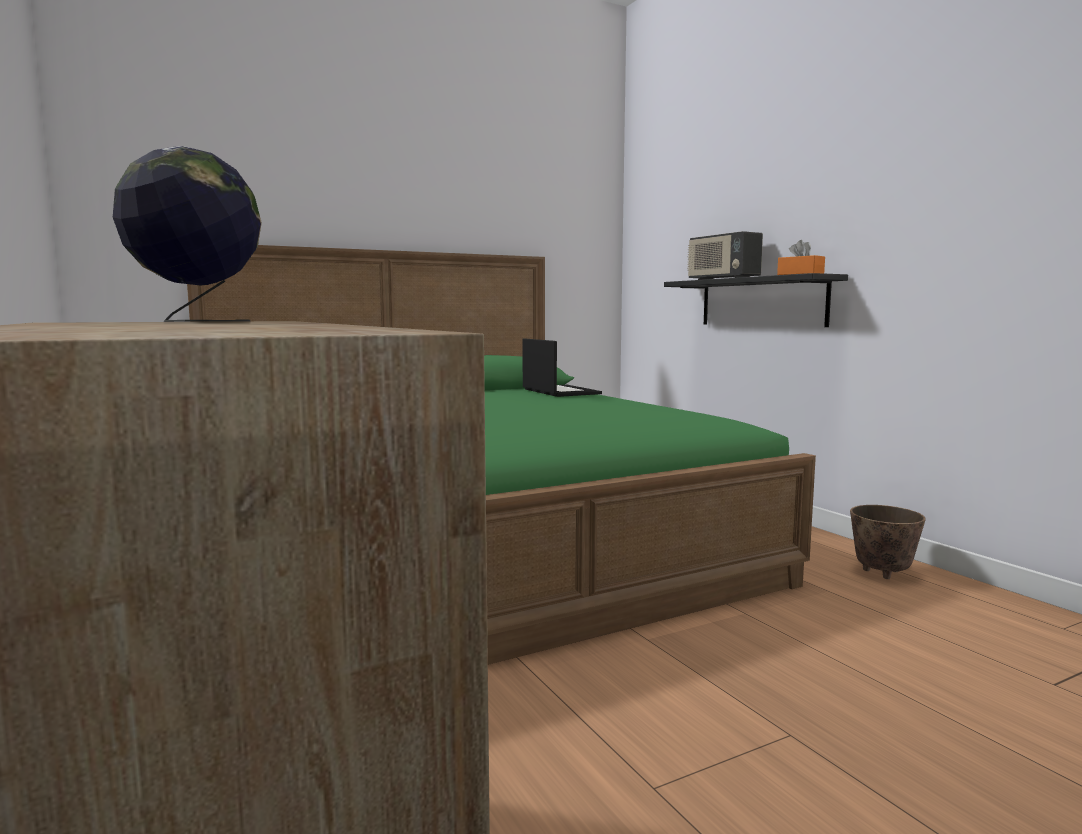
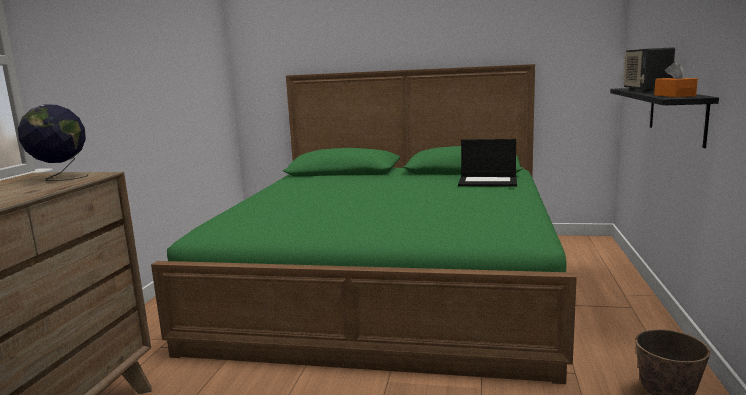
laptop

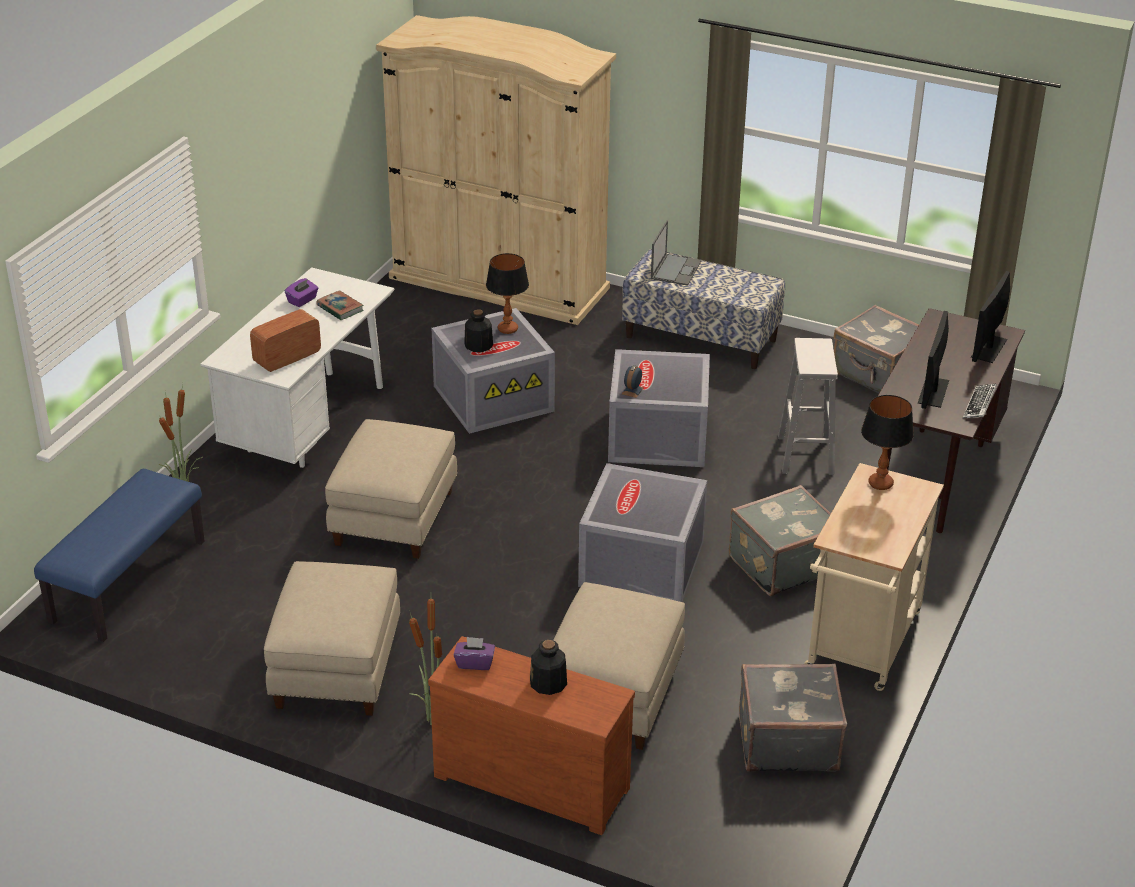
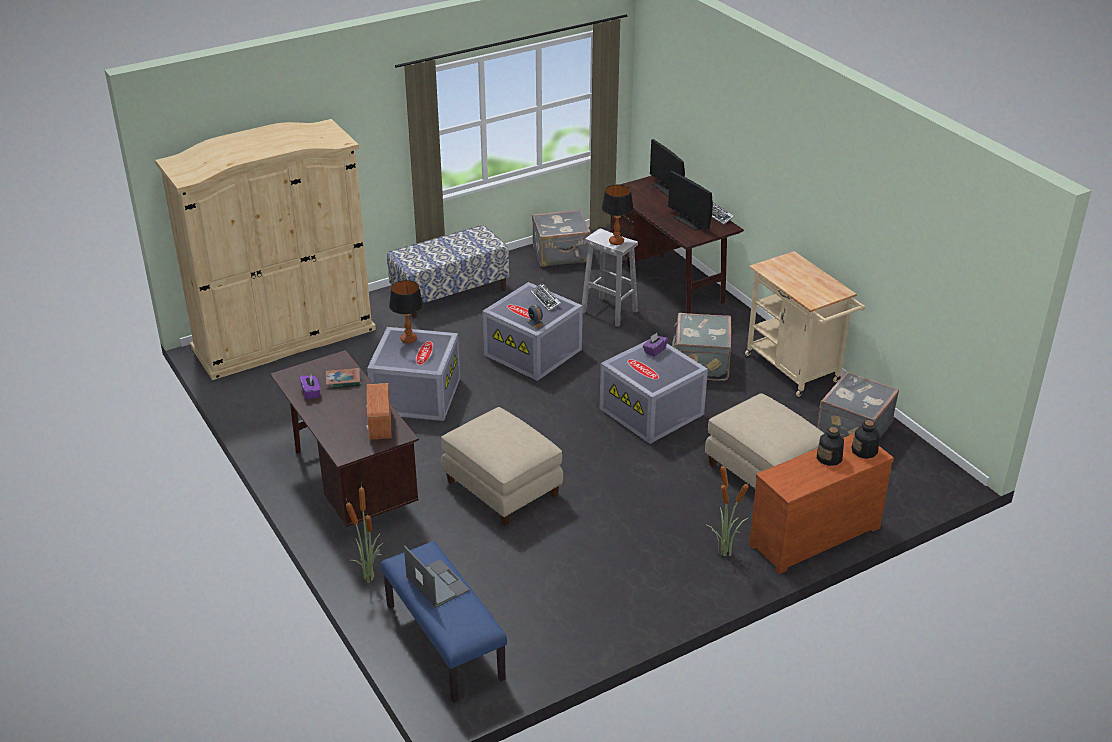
brown desk (no. 1 from left)
beige ottoman (no. 1 from left in the first image)
purple tissue box (no. 2 from left)
bottle (no. 2 from left)
laptop
table lamp (no. 2 from left)
keyboard (no. 1 from left)

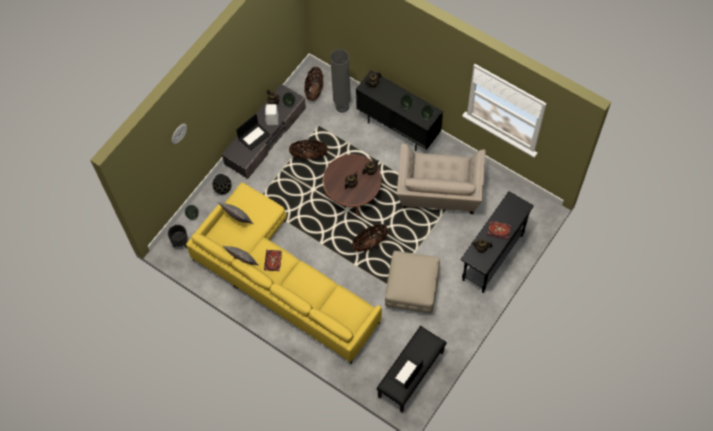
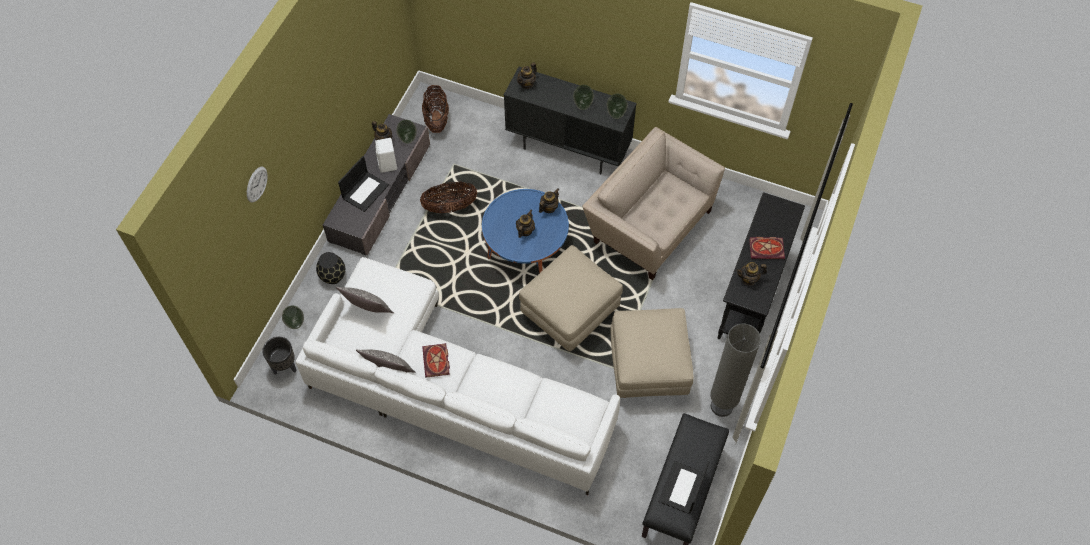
white sofa
blue coffee table
grey floor lamp
beige ottoman (no. 1 from left)
beige armchair

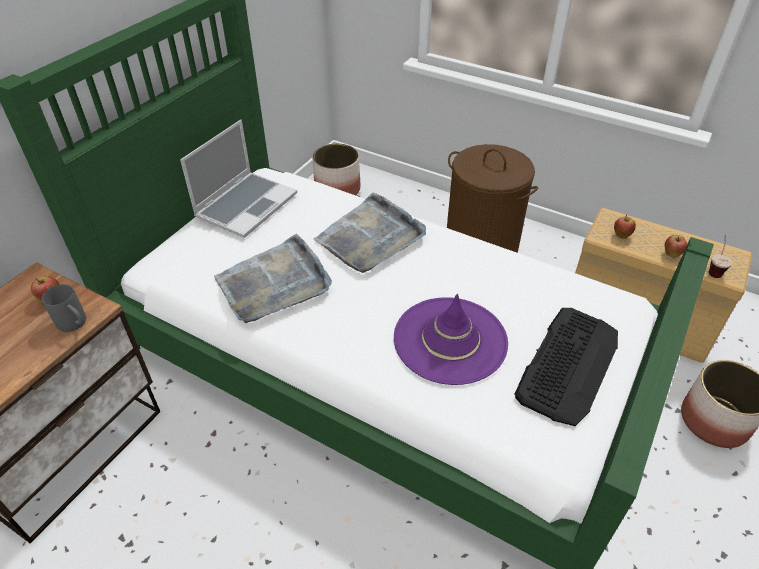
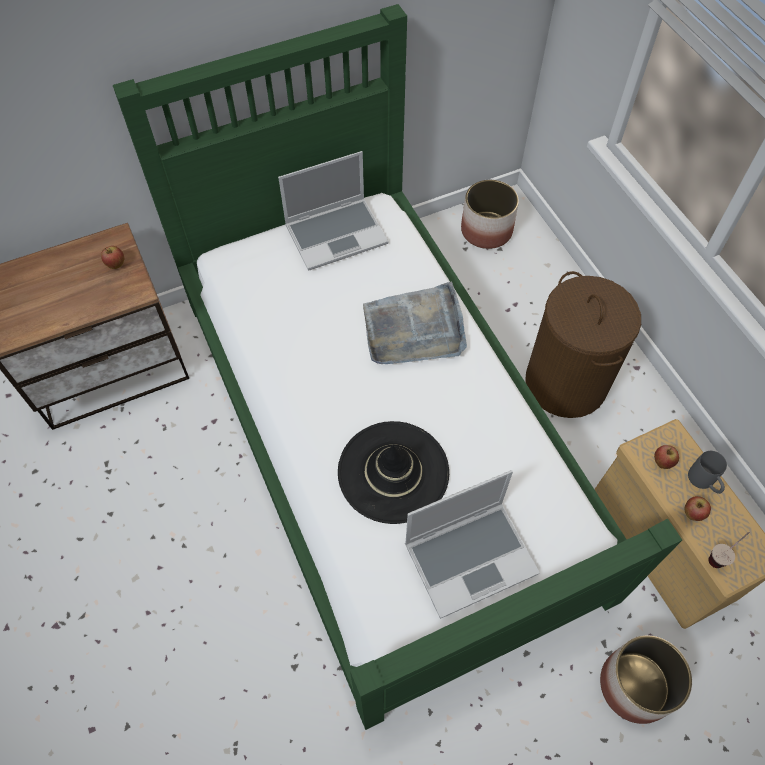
grey mug
grey tray (no. 1 from left in the first image)
black hat
laptop (no. 2 from left)

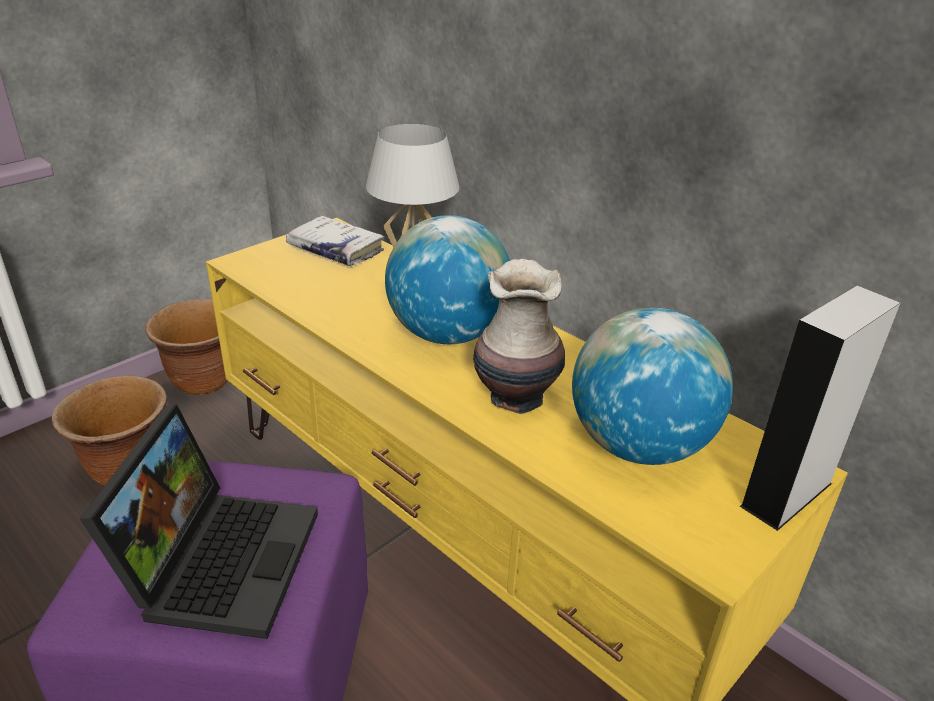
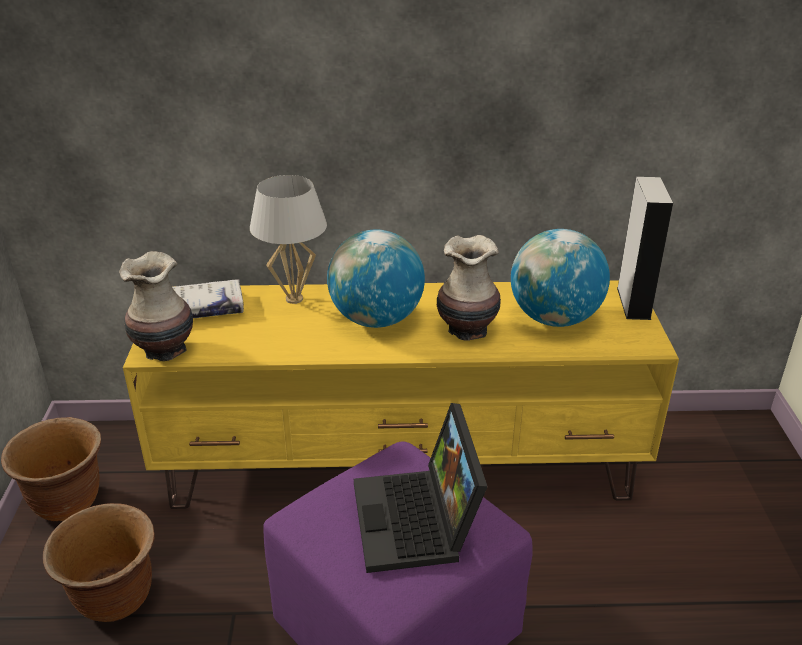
laptop
vase (no. 1 from left)

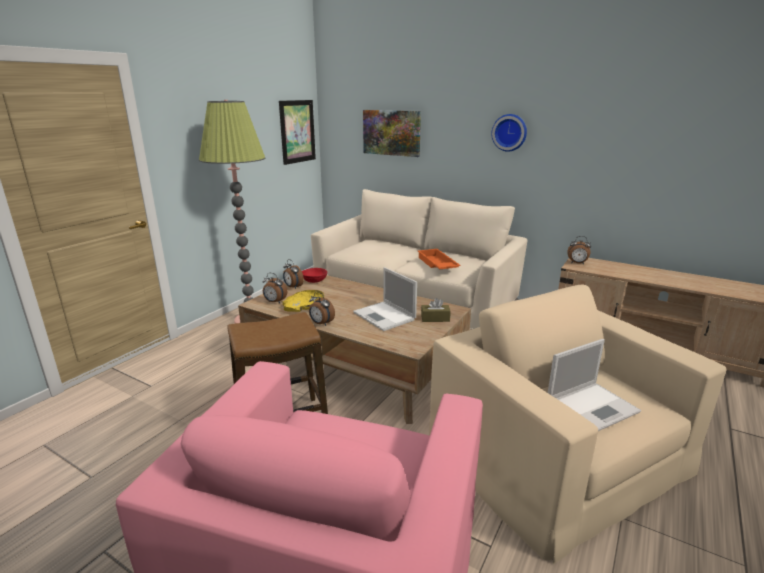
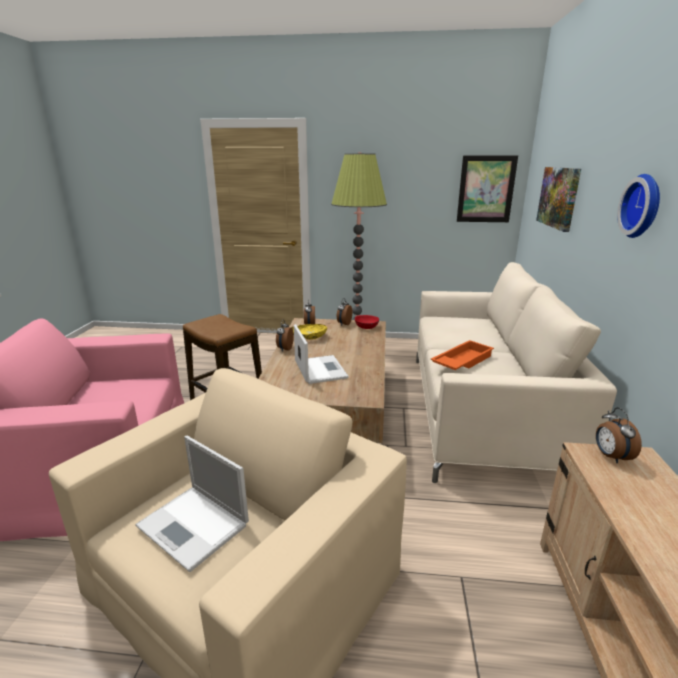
laptop (no. 2 from left)
brown tissue box

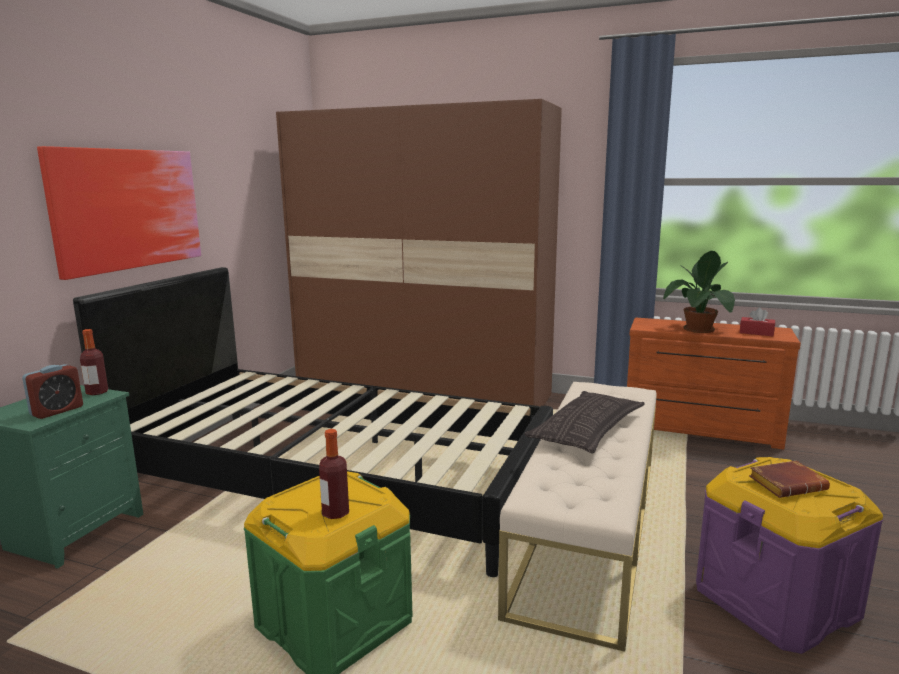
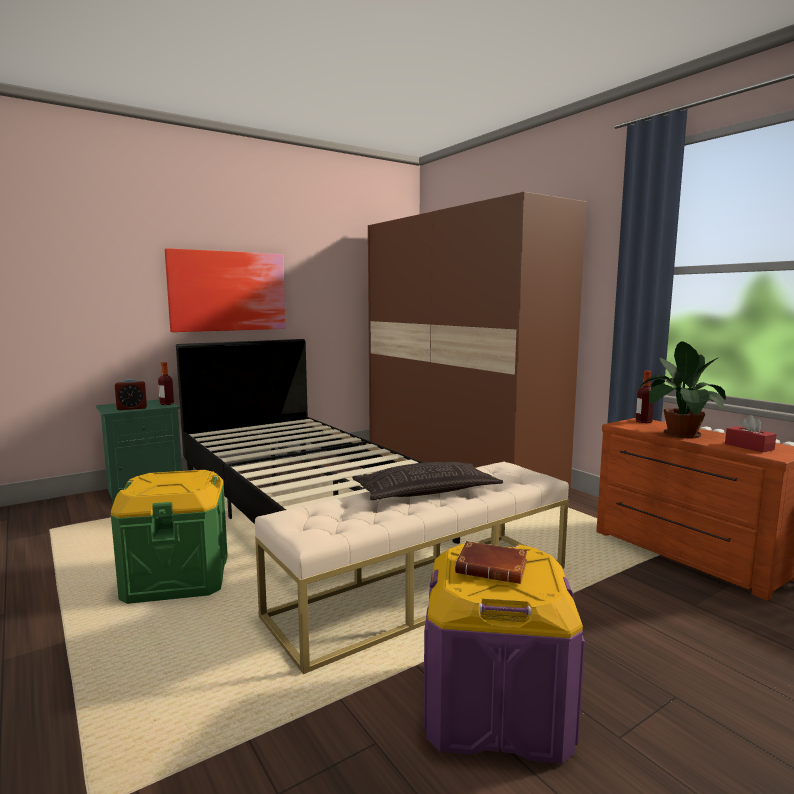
bottle (no. 2 from left)

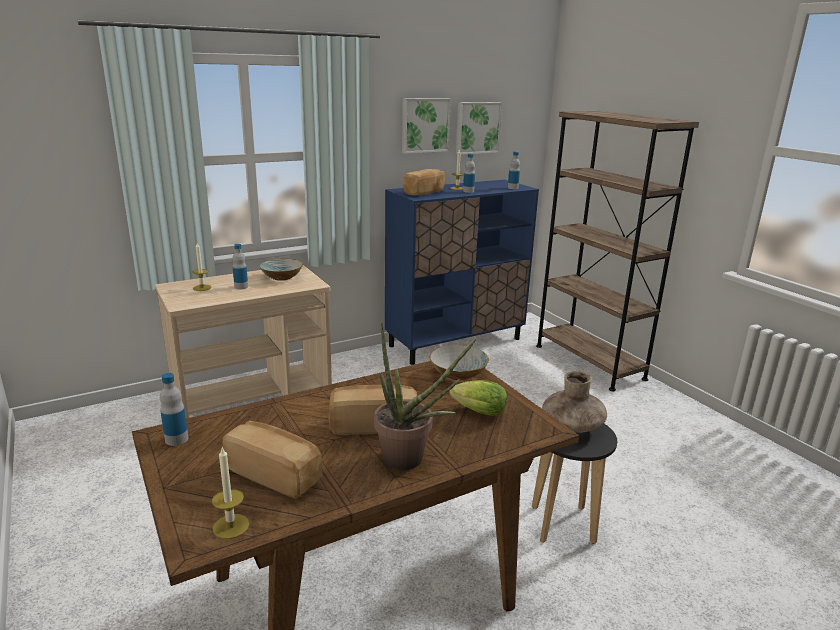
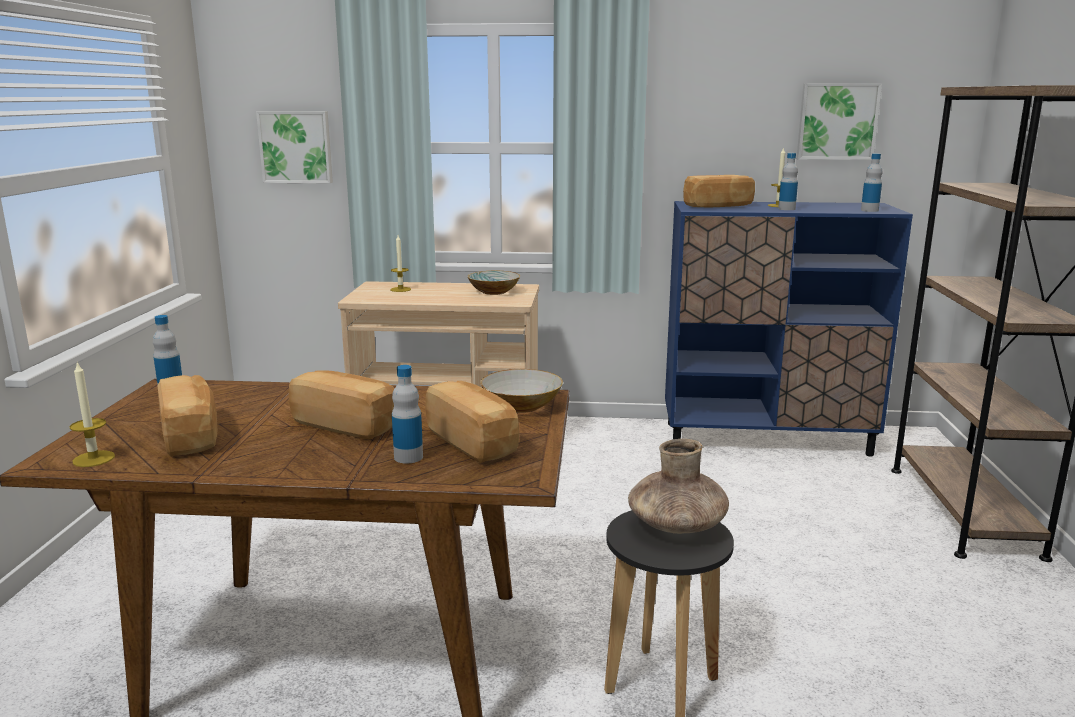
bottle (no. 2 from left)
potted plant
picture (no. 1 from left)
bread (no. 3 from left)

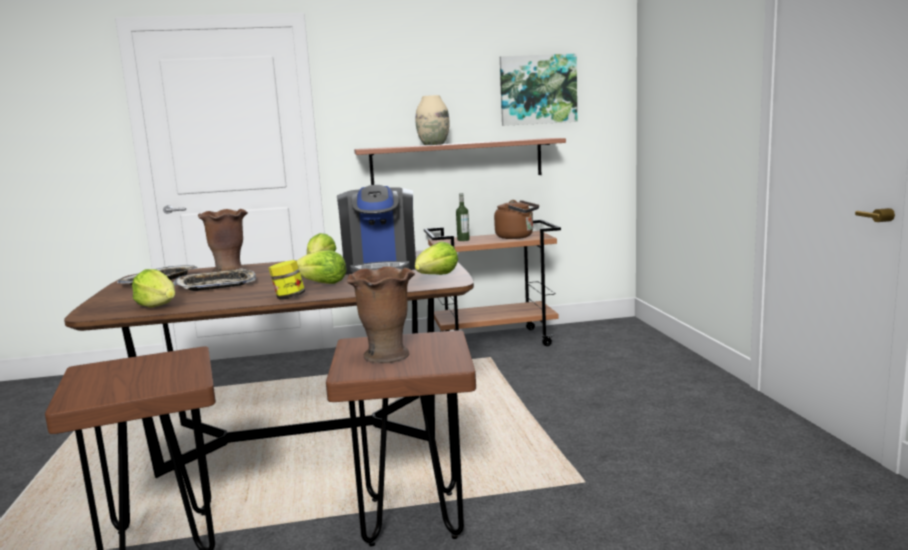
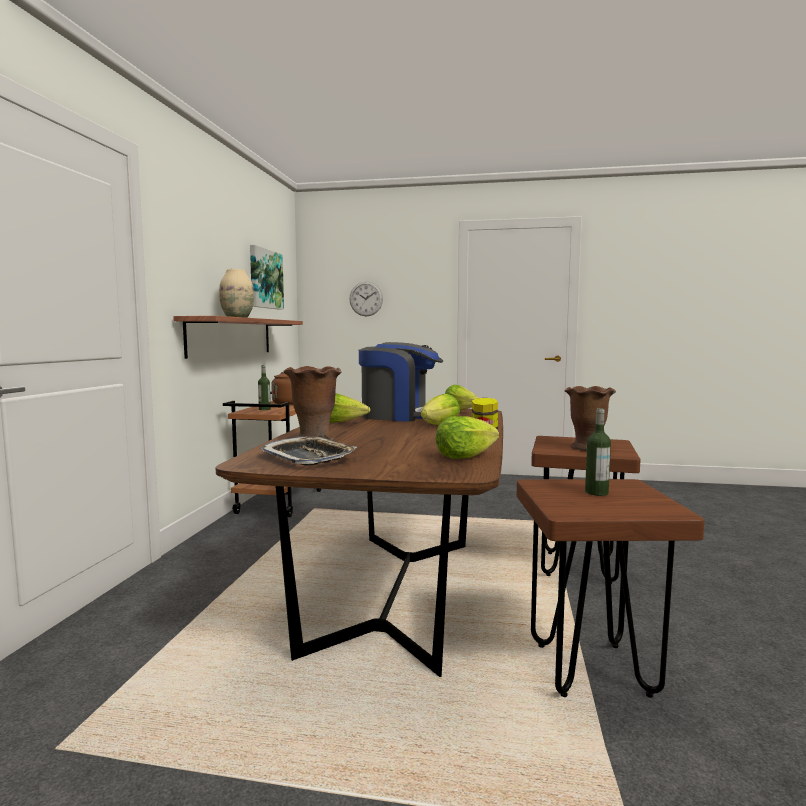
tray (no. 2 from left in the first image)
wall clock
bottle (no. 2 from left)

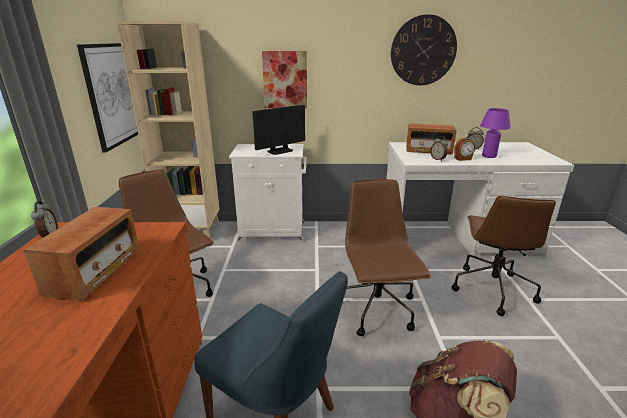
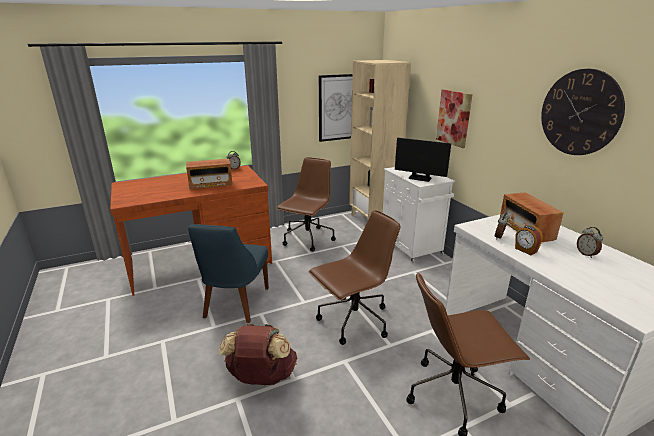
purple table lamp

